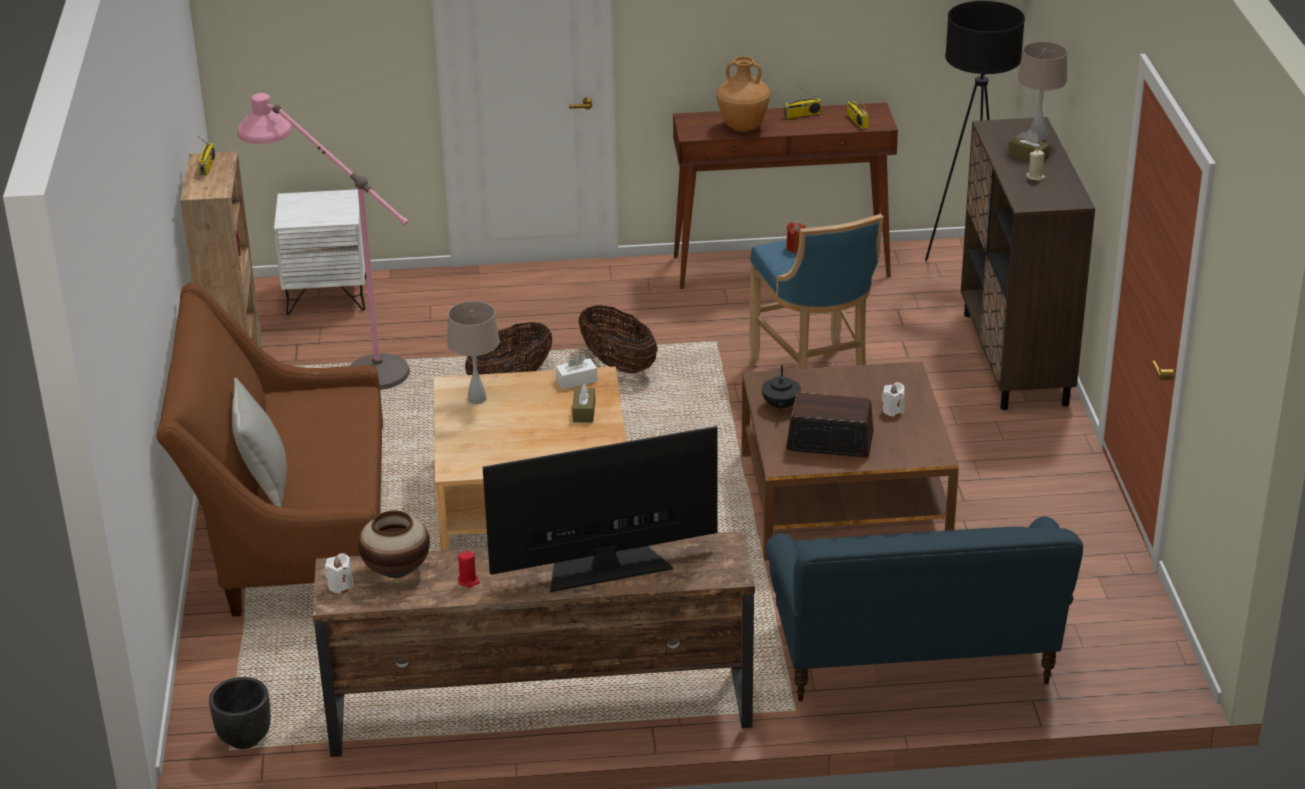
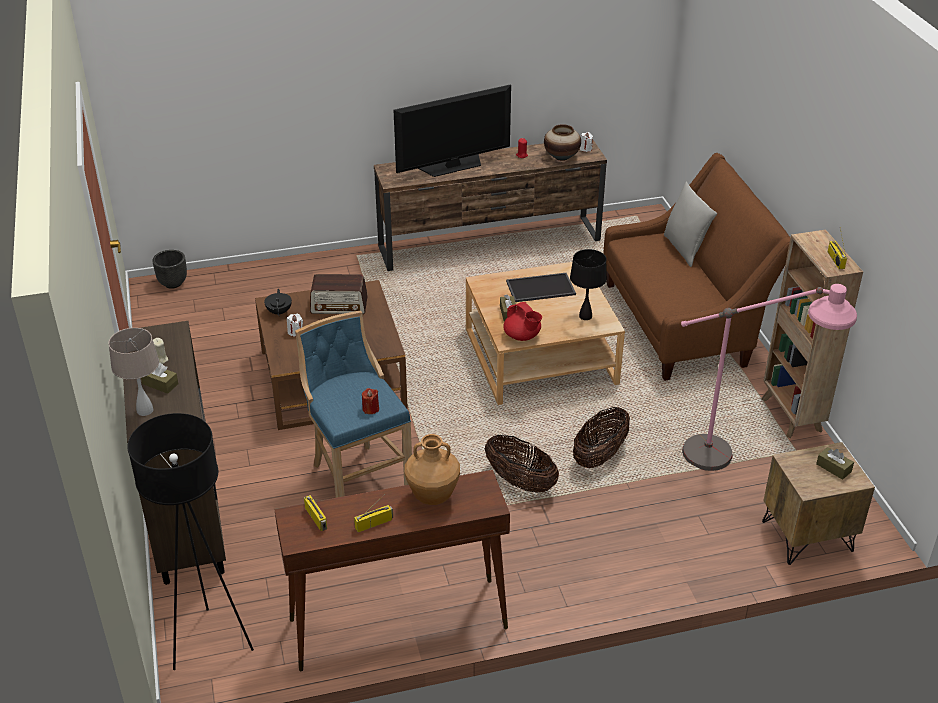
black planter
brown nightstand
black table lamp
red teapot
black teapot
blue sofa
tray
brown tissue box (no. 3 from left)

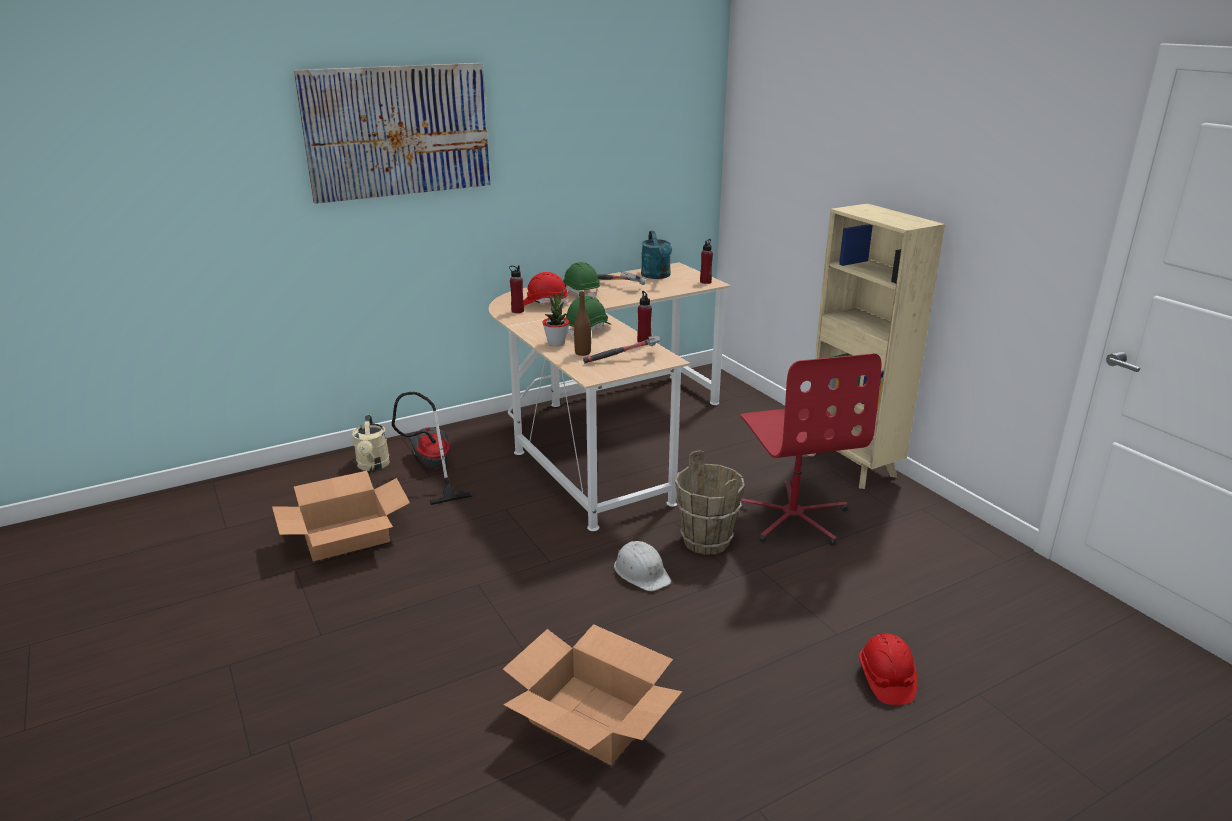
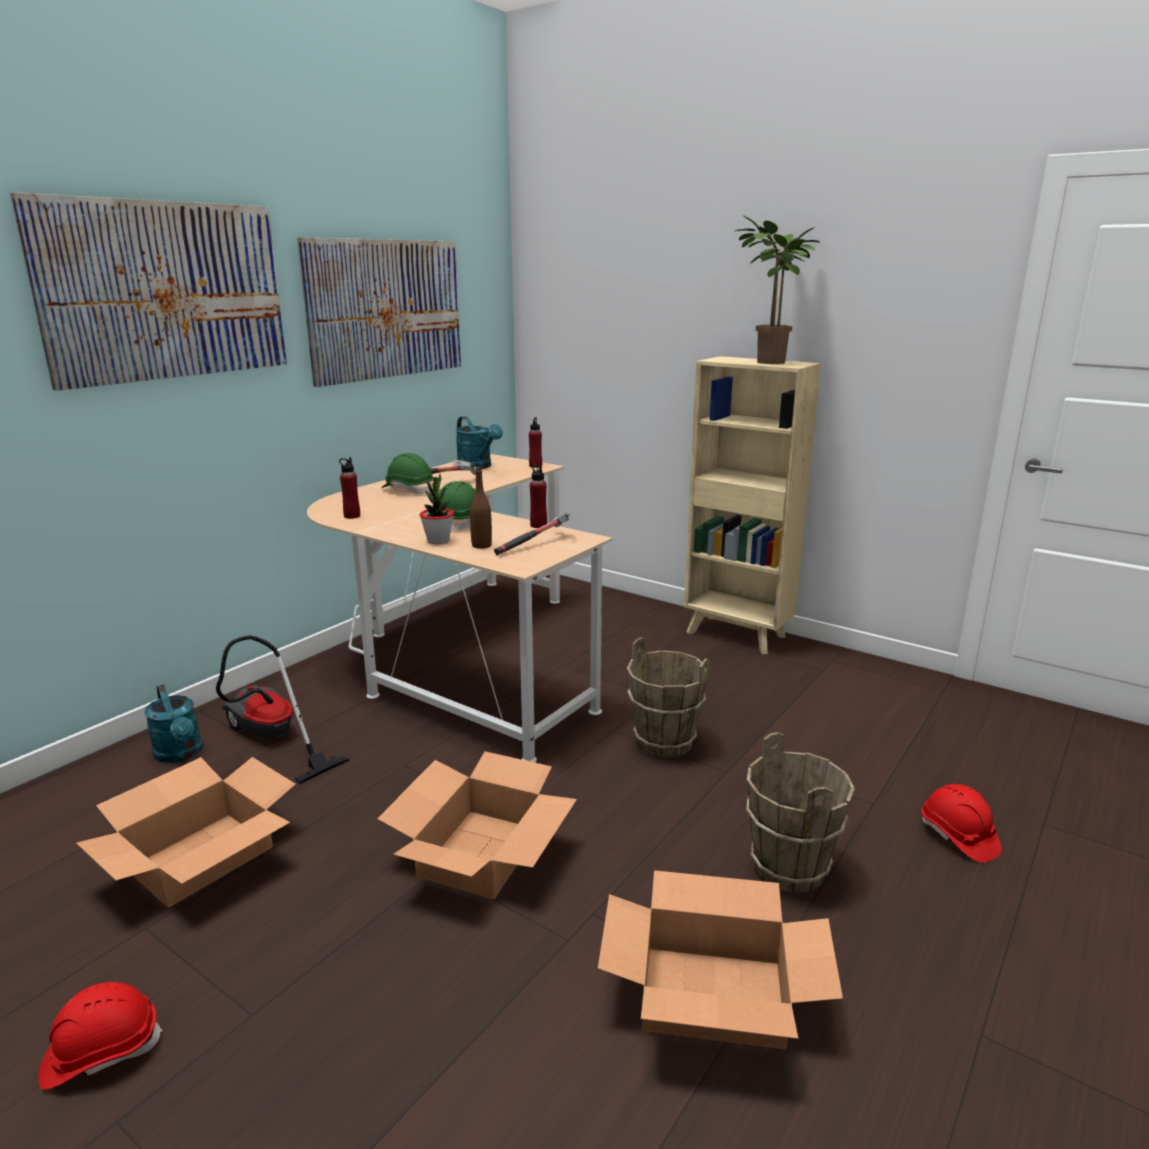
turquoise watering can (no. 1 from left)
red hard hat (no. 1 from left)
white hard hat
red office chair
picture (no. 2 from left)
cardboard box (no. 2 from left)
potted plant (no. 2 from left)
brown bucket (no. 2 from left)

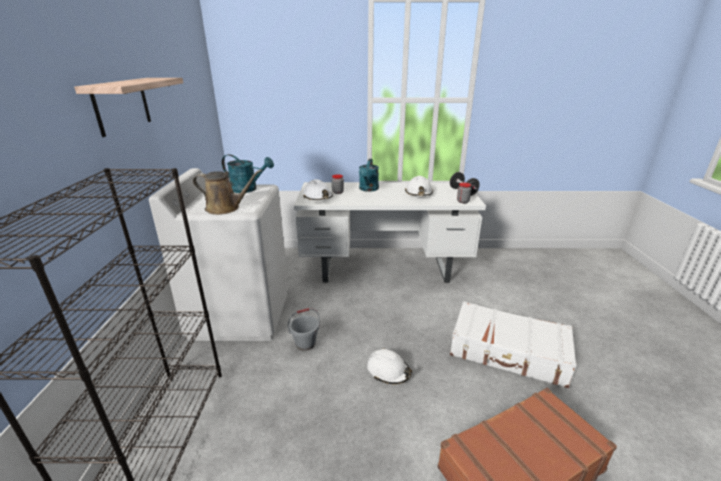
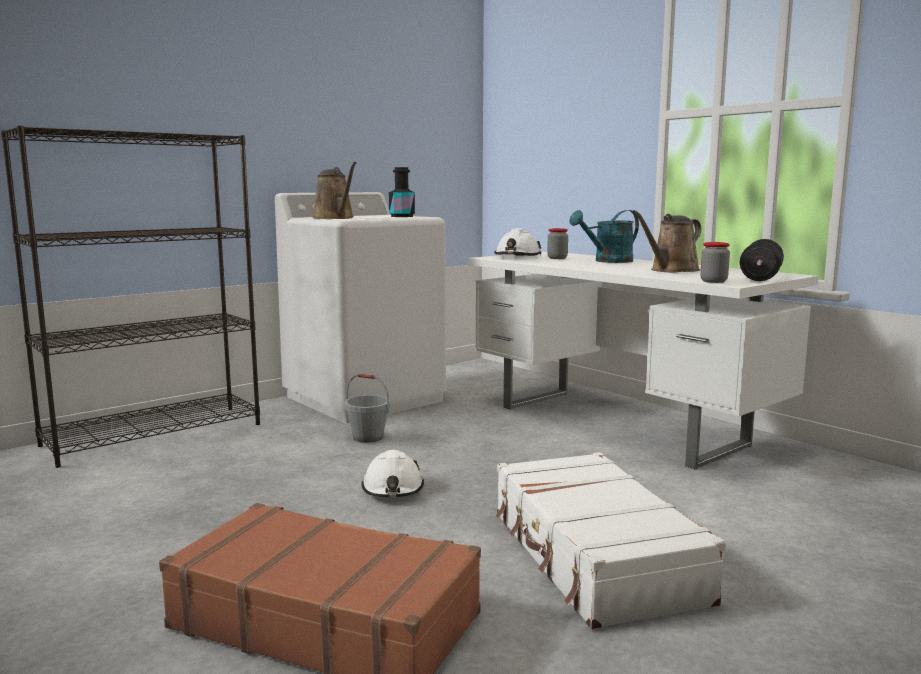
shelf
black bottle
brown watering can (no. 2 from left)

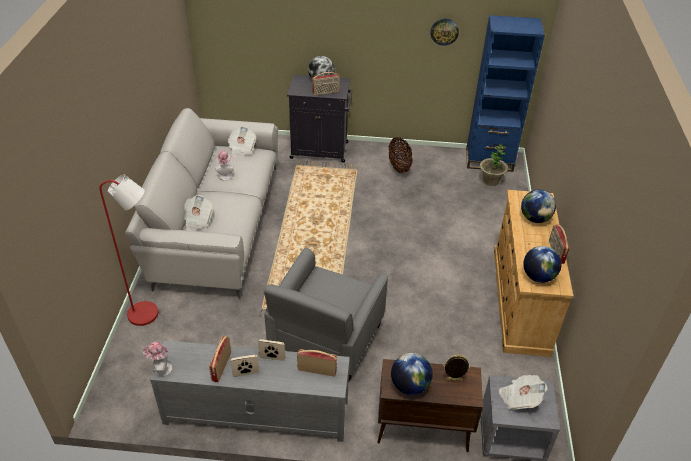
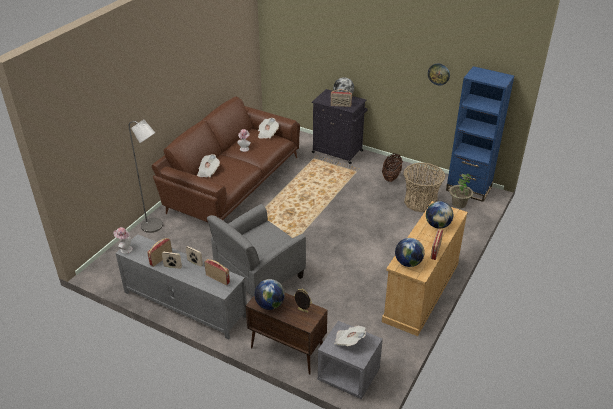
grey floor lamp
brown sofa
basket (no. 2 from left)

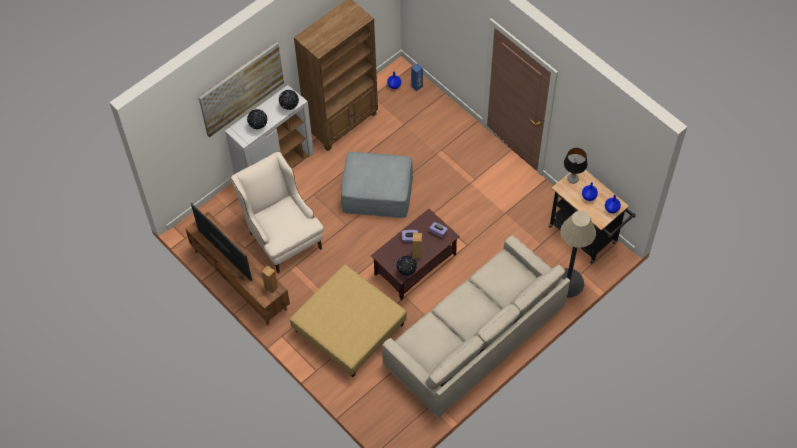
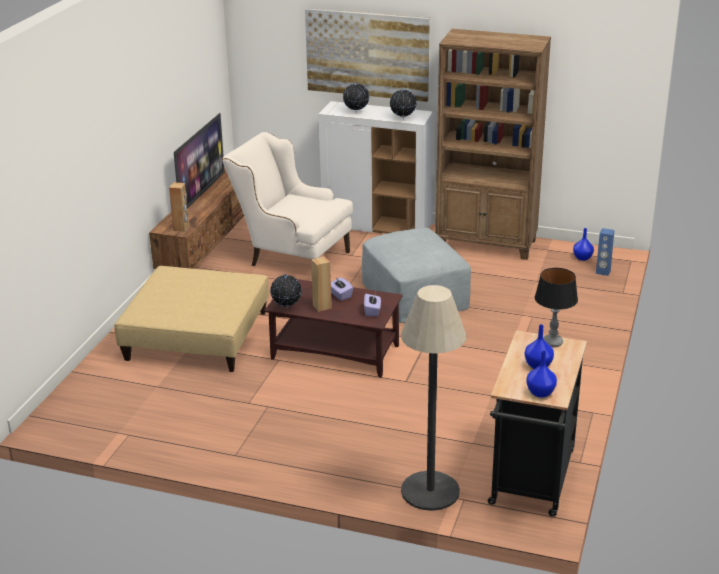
beige armchair
beige sofa

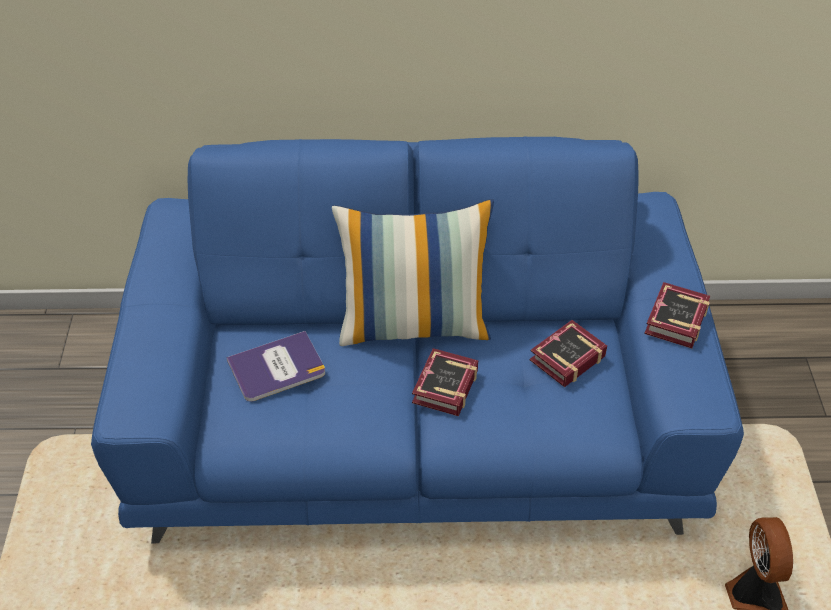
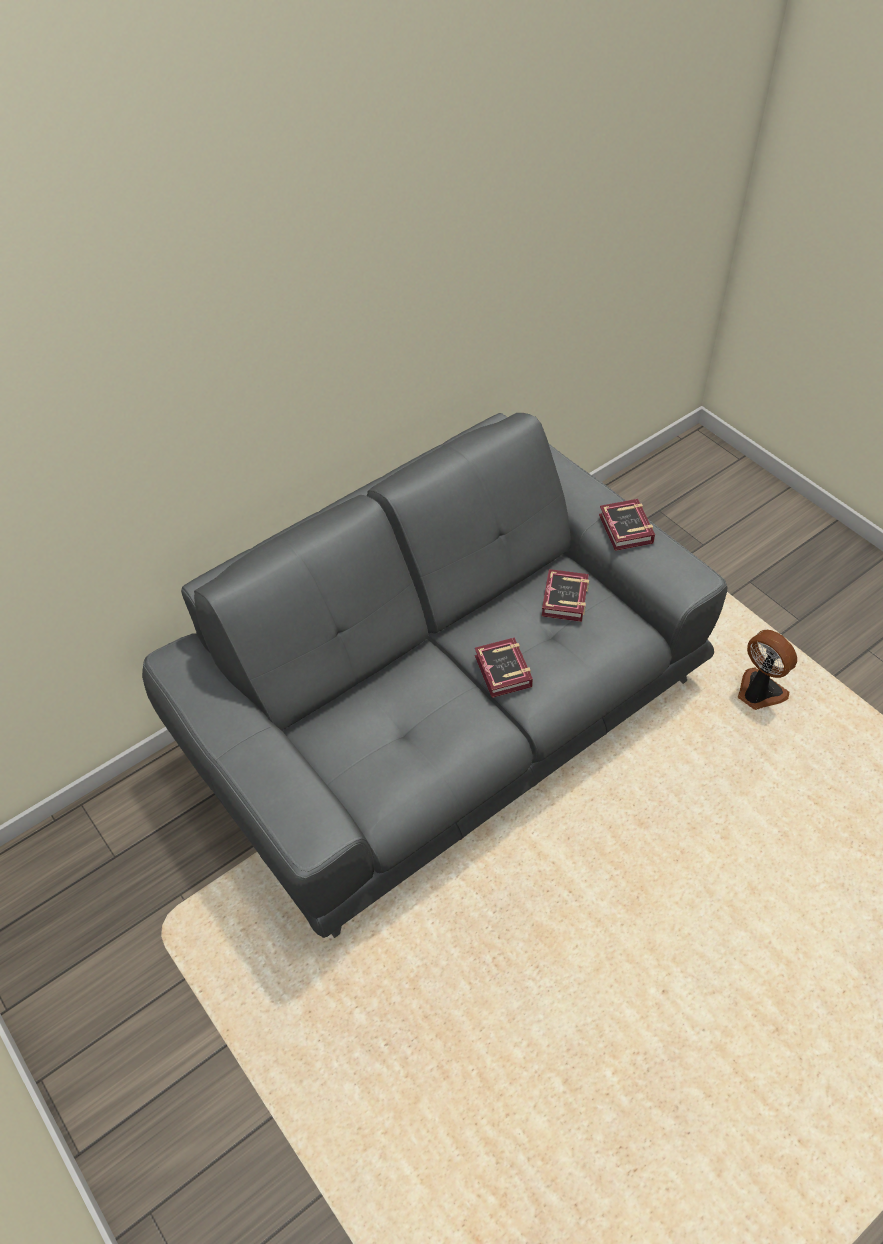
grey sofa
book (no. 1 from left in the first image)
pillow

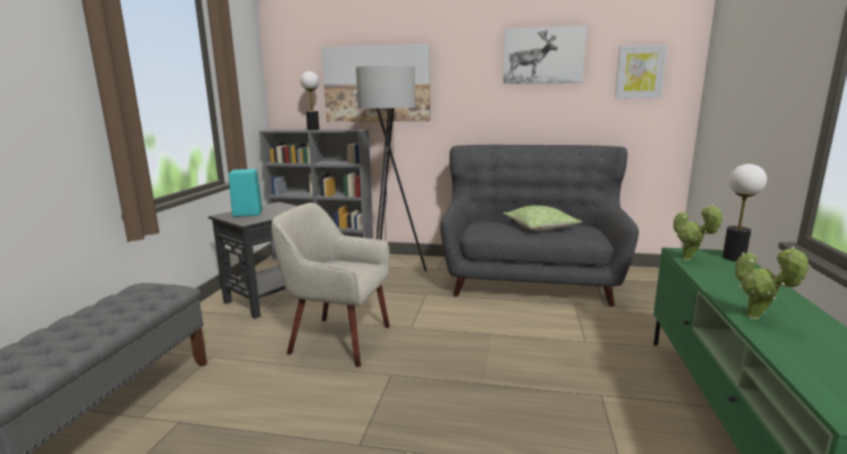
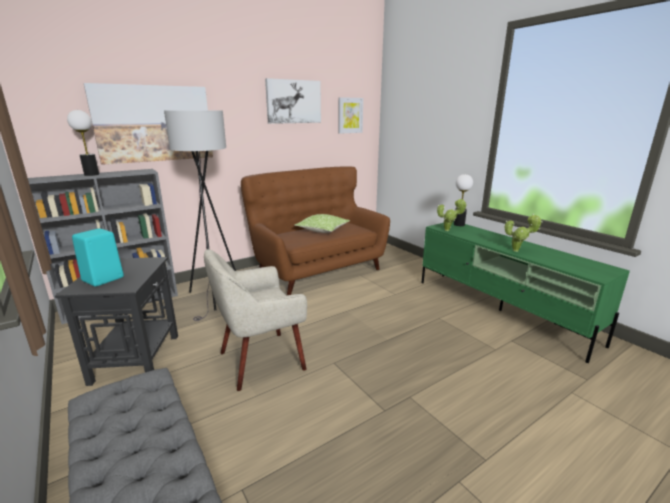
brown sofa

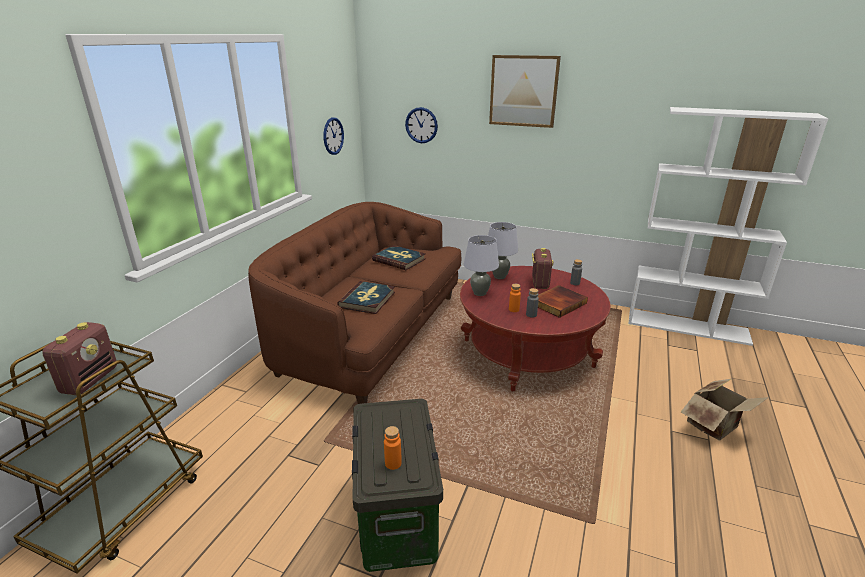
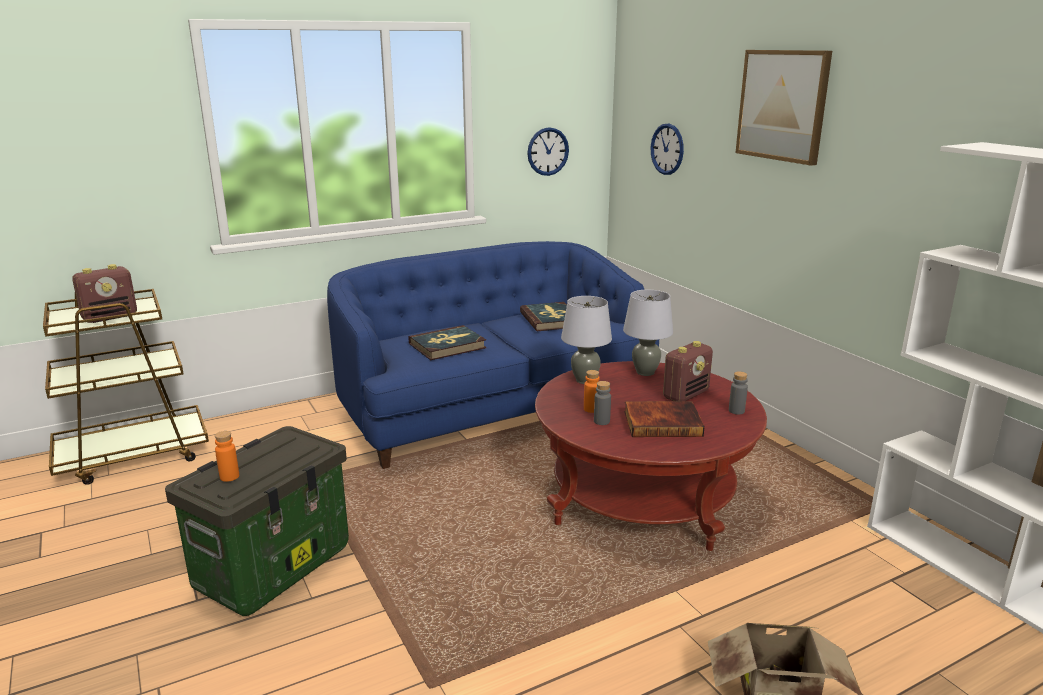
blue sofa

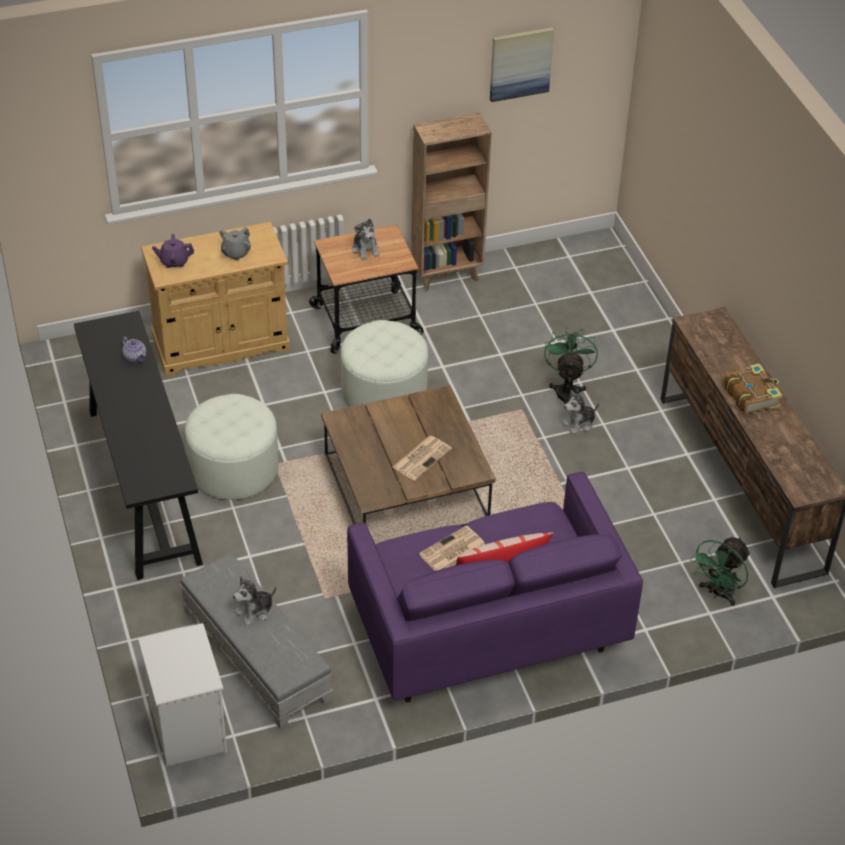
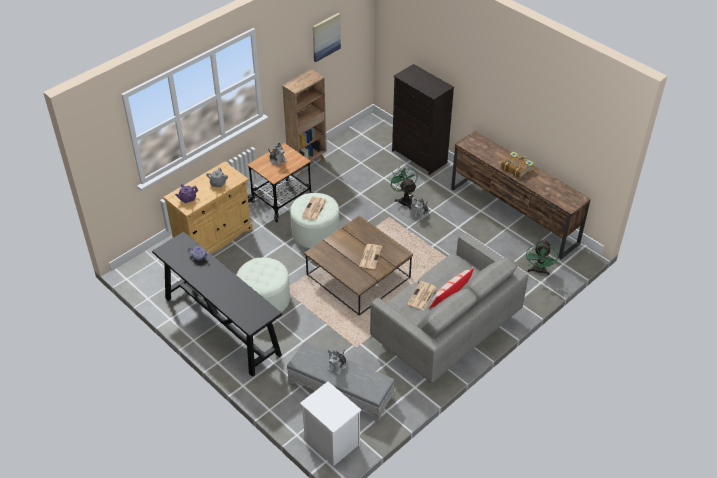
grey sofa
newspaper (no. 1 from left)
black dresser

